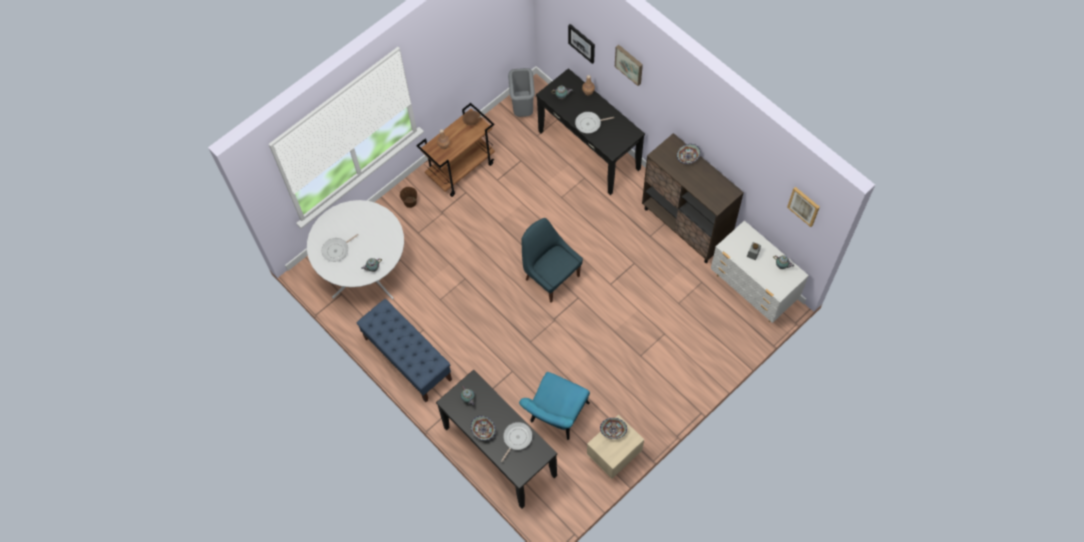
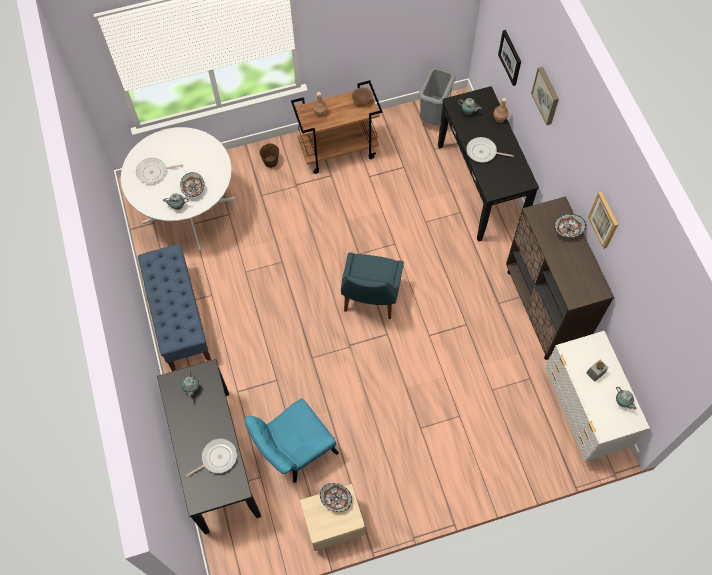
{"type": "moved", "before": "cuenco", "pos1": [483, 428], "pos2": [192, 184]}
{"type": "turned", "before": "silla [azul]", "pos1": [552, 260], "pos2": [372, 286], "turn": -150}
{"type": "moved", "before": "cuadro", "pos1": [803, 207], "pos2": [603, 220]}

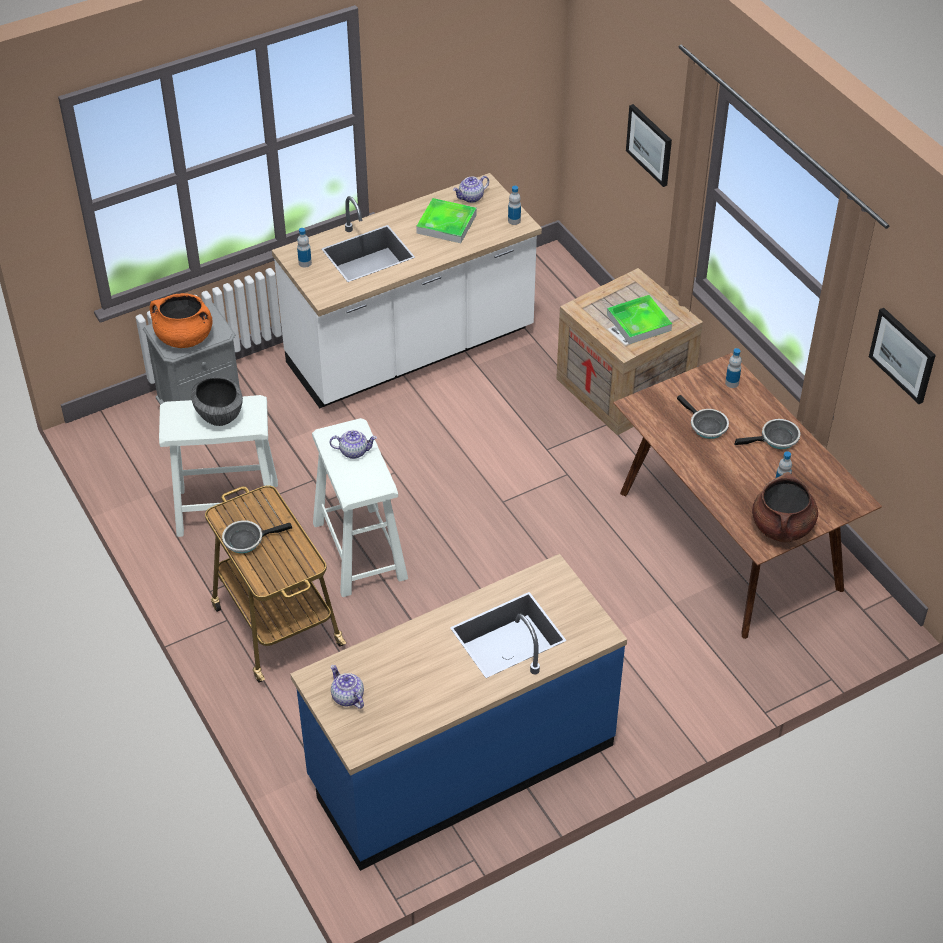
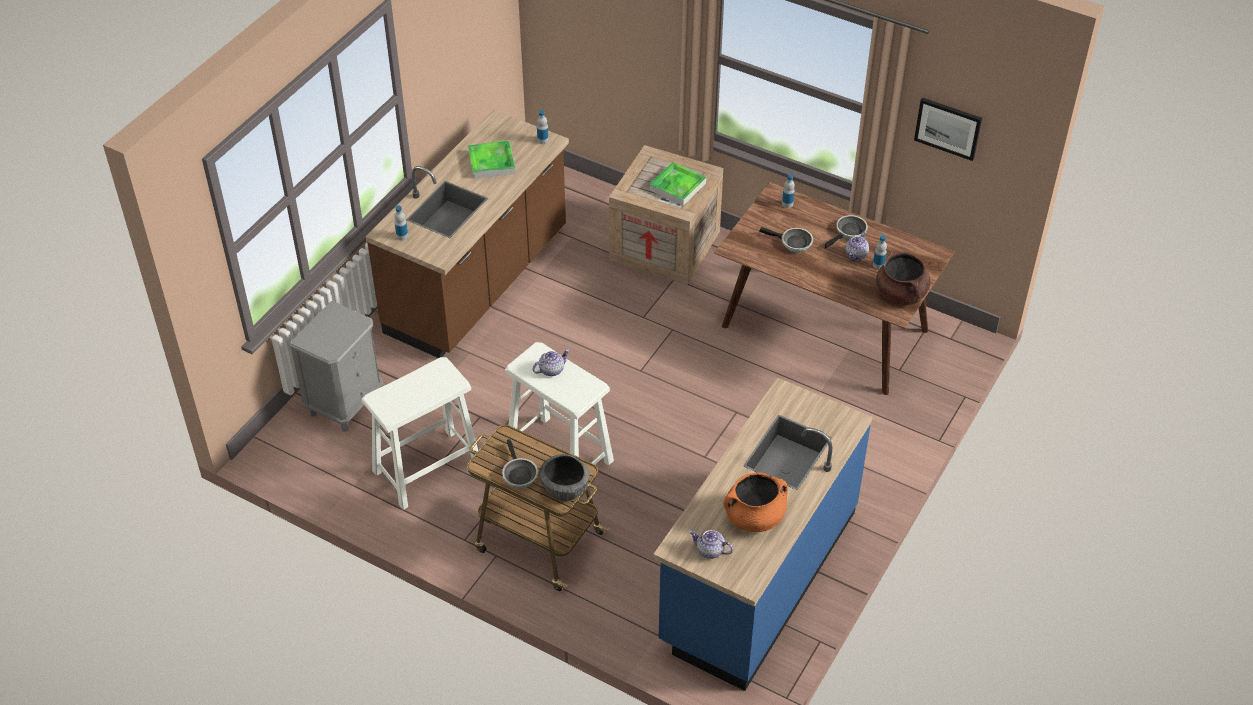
{"type": "recoloured", "before": "mueble bajo de cocina [blanco]", "after": "mueble bajo de cocina [marrón]", "pos1": [407, 290], "pos2": [467, 234]}
{"type": "turned", "before": "sartén", "pos1": [257, 536], "pos2": [520, 463], "turn": -60}
{"type": "moved", "before": "cuenco", "pos1": [217, 401], "pos2": [564, 477]}
{"type": "moved", "before": "olla [naranja]", "pos1": [181, 320], "pos2": [755, 502]}
{"type": "moved", "before": "tetera", "pos1": [471, 189], "pos2": [857, 246]}
{"type": "removed", "before": "cuadro", "pos1": [649, 145]}

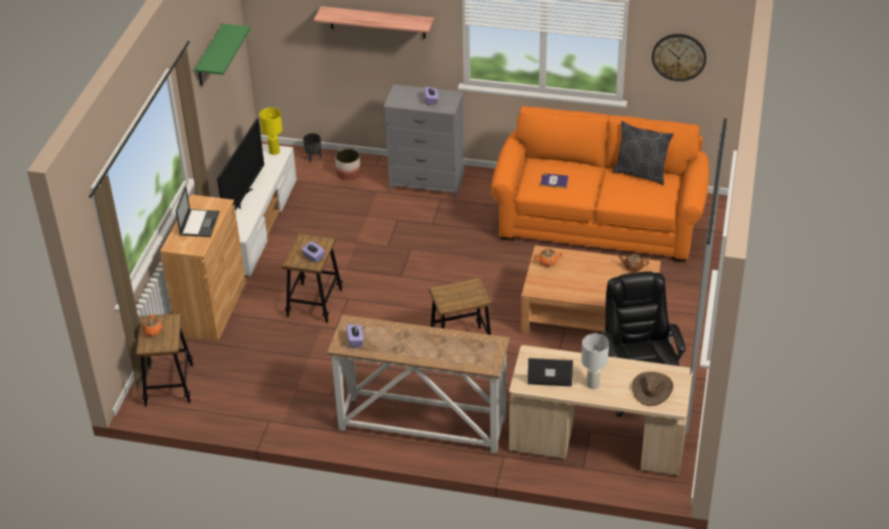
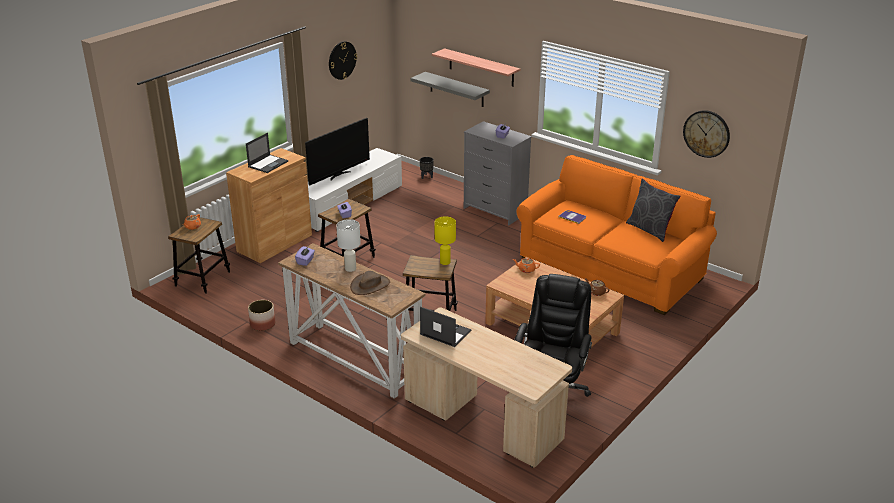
{"type": "moved", "before": "maceta", "pos1": [348, 164], "pos2": [261, 315]}
{"type": "replaced", "before": "estante [verde]", "after": "reloj de pared", "pos1": [222, 55], "pos2": [343, 60]}
{"type": "moved", "before": "lámpara de mesa [blanco]", "pos1": [595, 361], "pos2": [348, 245]}
{"type": "moved", "before": "sombrero [marrón]", "pos1": [652, 389], "pos2": [370, 283]}
{"type": "added", "after": "estante [gris]", "pos2": [450, 89]}
{"type": "moved", "before": "lámpara de mesa [amarillo]", "pos1": [270, 131], "pos2": [445, 240]}

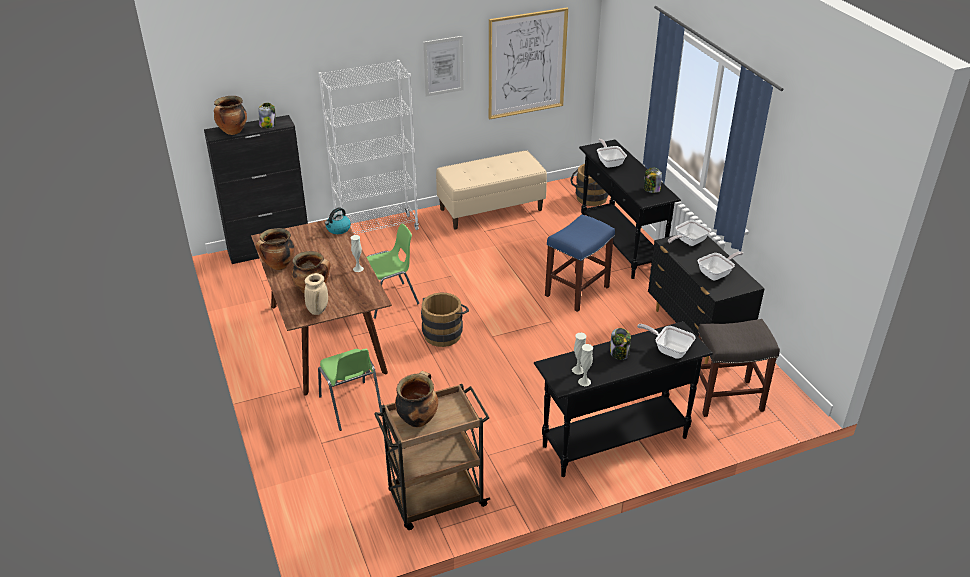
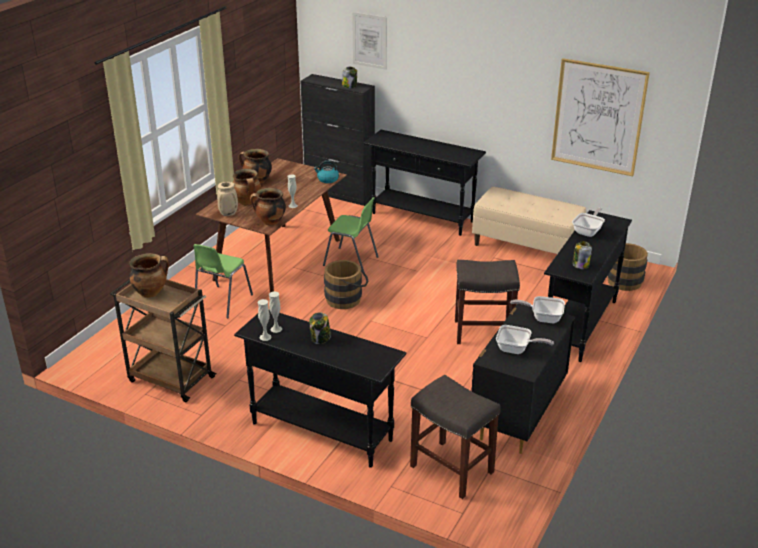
{"type": "moved", "before": "olla", "pos1": [230, 115], "pos2": [268, 207]}
{"type": "moved", "before": "cuadro", "pos1": [443, 66], "pos2": [369, 41]}
{"type": "replaced", "before": "estantería [blanco]", "after": "mesa consola [negro]", "pos1": [369, 147], "pos2": [424, 183]}
{"type": "recoloured", "before": "taburete [azul]", "after": "taburete [gris]", "pos1": [580, 263], "pos2": [487, 302]}
{"type": "removed", "before": "sartén", "pos1": [666, 341]}

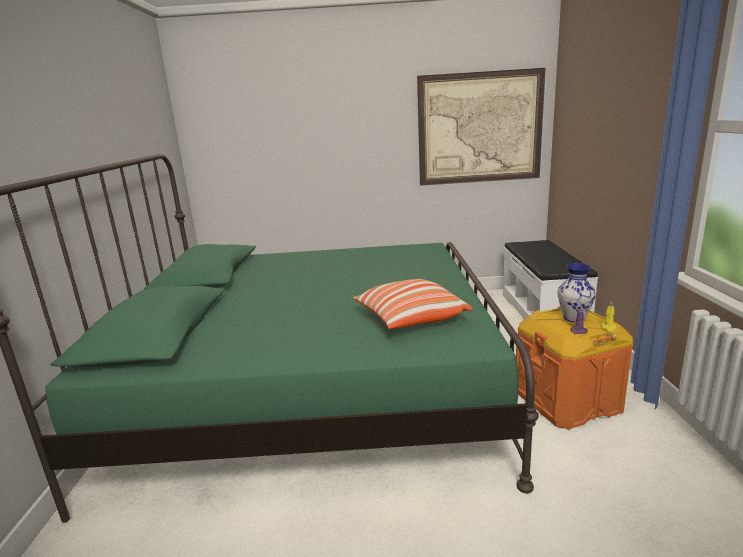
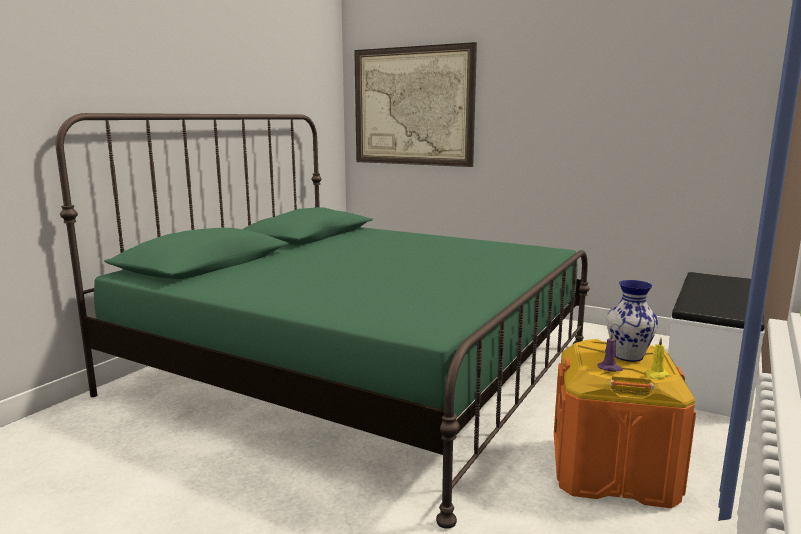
{"type": "moved", "before": "cuadro", "pos1": [481, 127], "pos2": [415, 104]}
{"type": "removed", "before": "cojín", "pos1": [413, 304]}

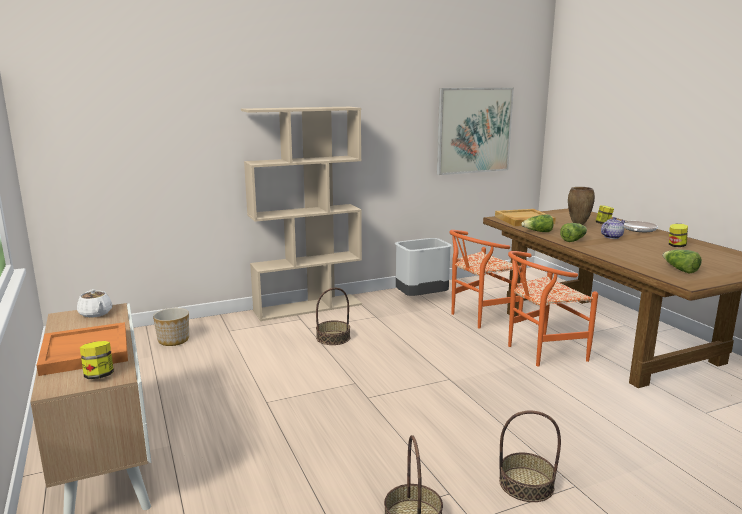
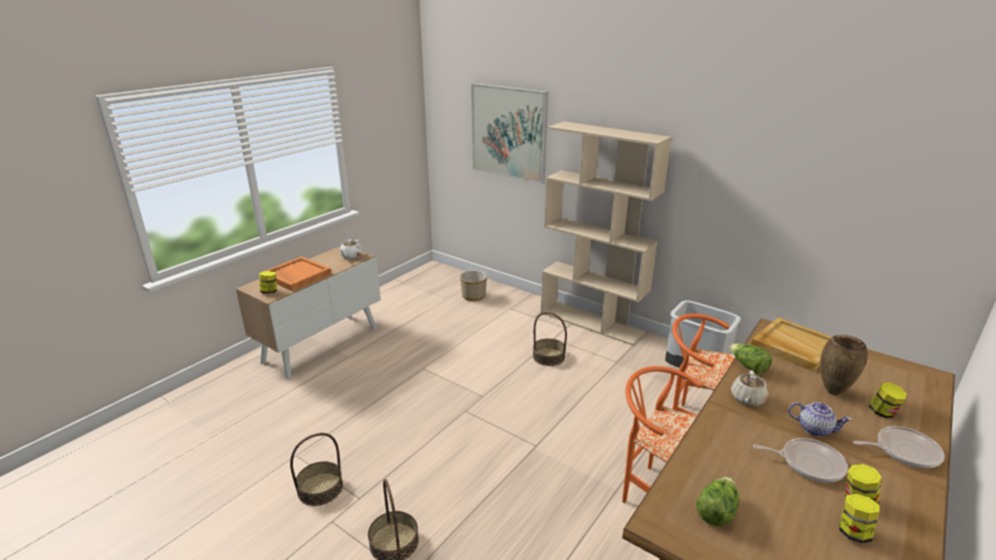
{"type": "moved", "before": "cuadro", "pos1": [475, 131], "pos2": [509, 133]}
{"type": "replaced", "before": "lechuga", "after": "tetera [beis]", "pos1": [573, 232], "pos2": [749, 388]}
{"type": "added", "after": "sartén", "pos2": [800, 460]}
{"type": "added", "after": "tarro", "pos2": [859, 518]}

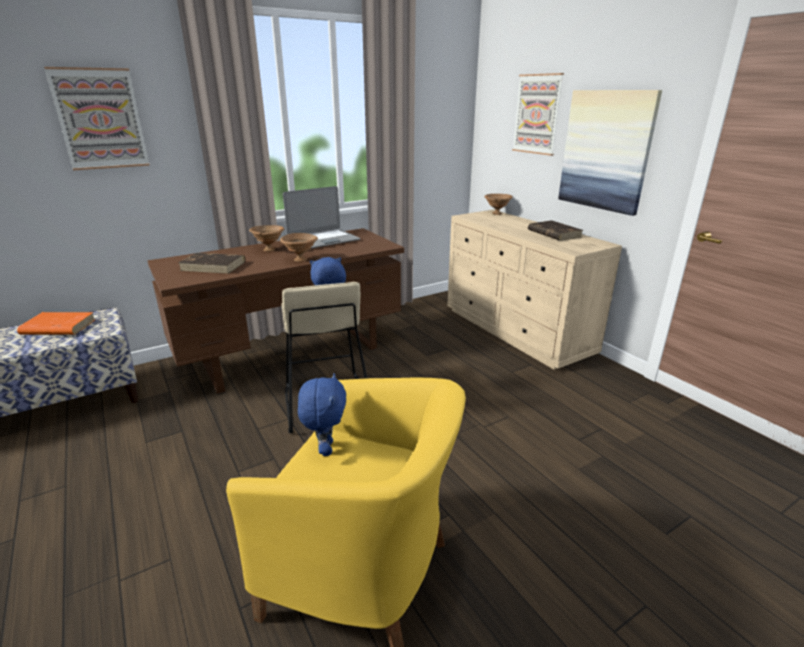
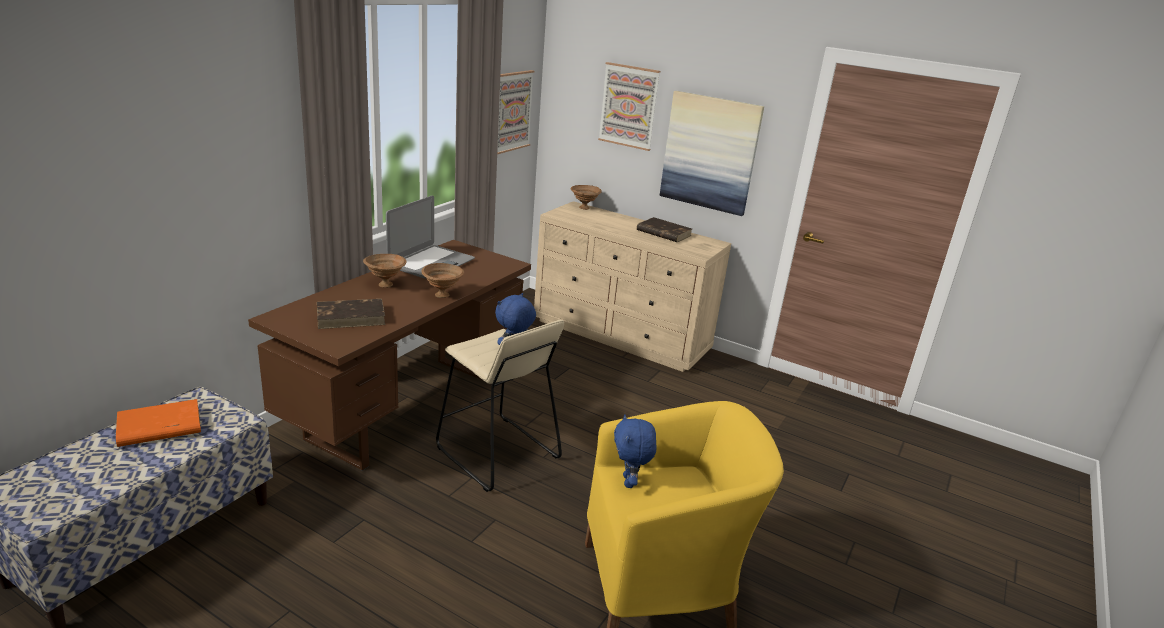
{"type": "moved", "before": "cuadro", "pos1": [97, 118], "pos2": [516, 112]}
{"type": "turned", "before": "peluche [azul]", "pos1": [322, 414], "pos2": [635, 451], "turn": -150}

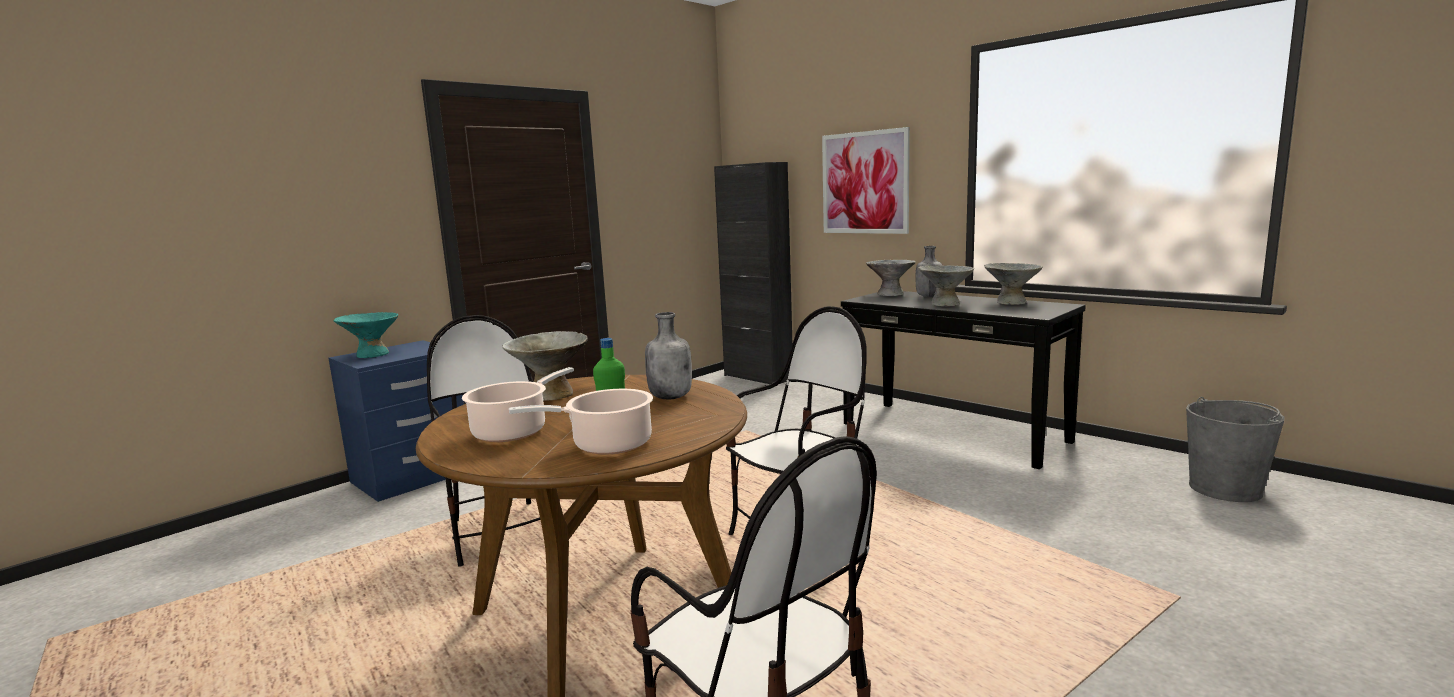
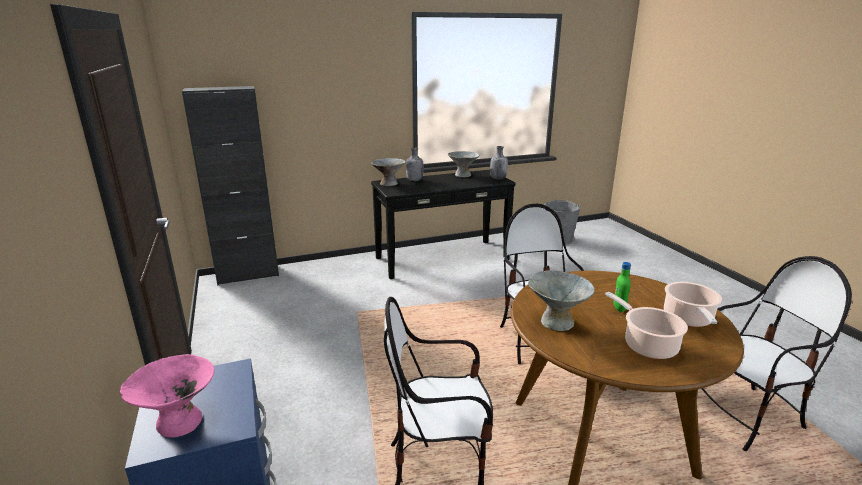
{"type": "recoloured", "before": "cuenco [turquesa]", "after": "cuenco [rosa]", "pos1": [366, 335], "pos2": [167, 396]}
{"type": "moved", "before": "botella [gris]", "pos1": [668, 356], "pos2": [499, 163]}
{"type": "removed", "before": "cuadro", "pos1": [866, 180]}
{"type": "removed", "before": "cuenco [gris]", "pos1": [946, 285]}

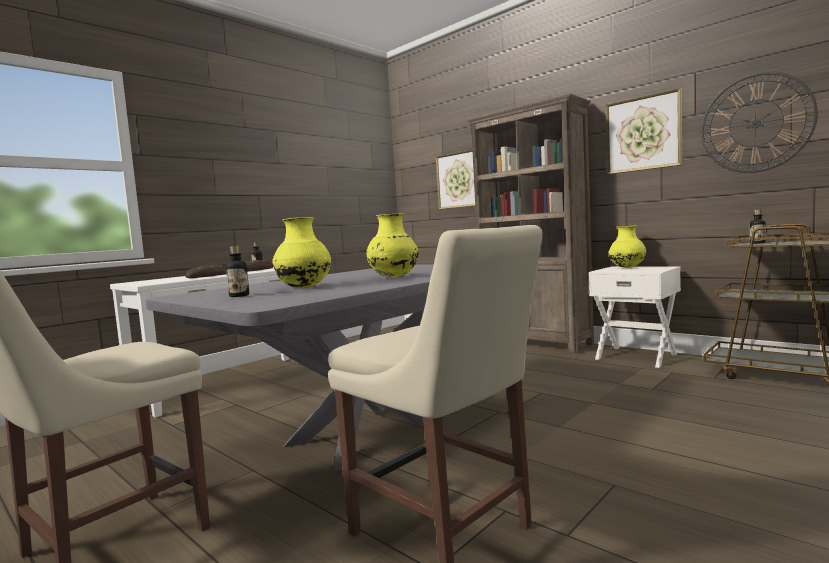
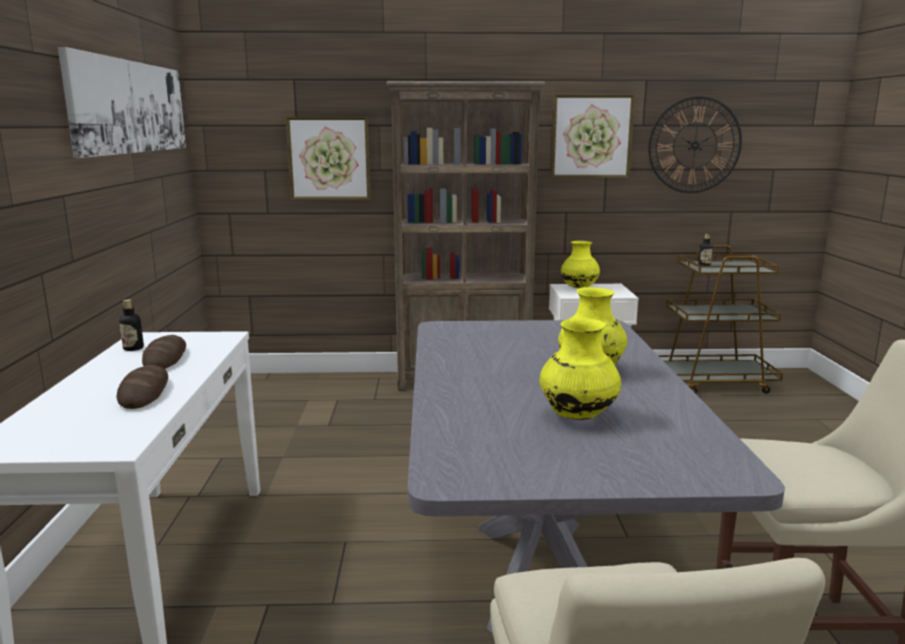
{"type": "added", "after": "cuadro", "pos2": [122, 102]}
{"type": "removed", "before": "botella", "pos1": [237, 271]}

